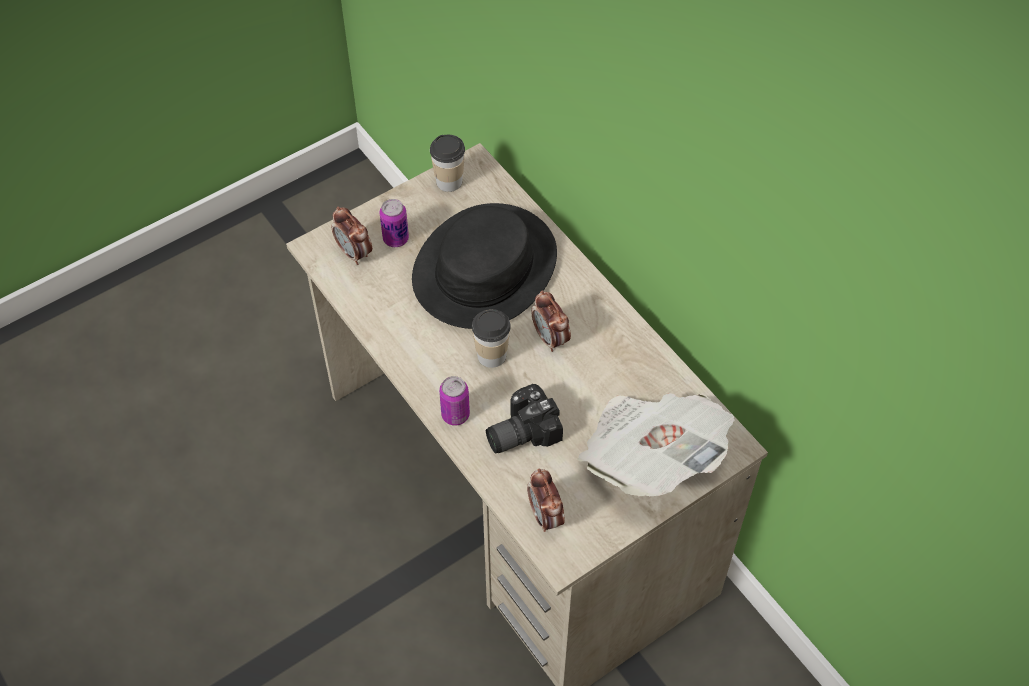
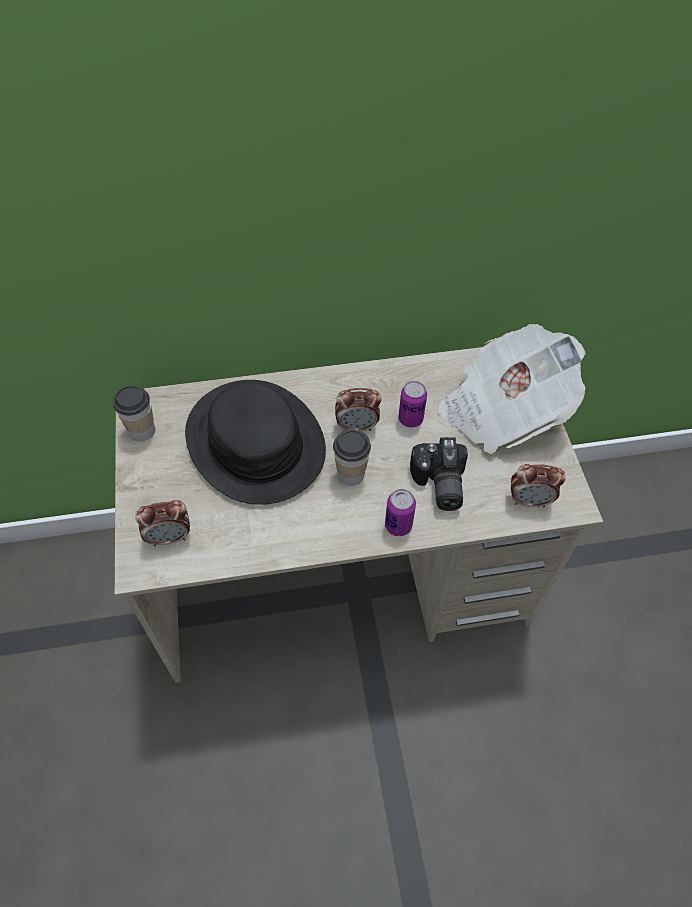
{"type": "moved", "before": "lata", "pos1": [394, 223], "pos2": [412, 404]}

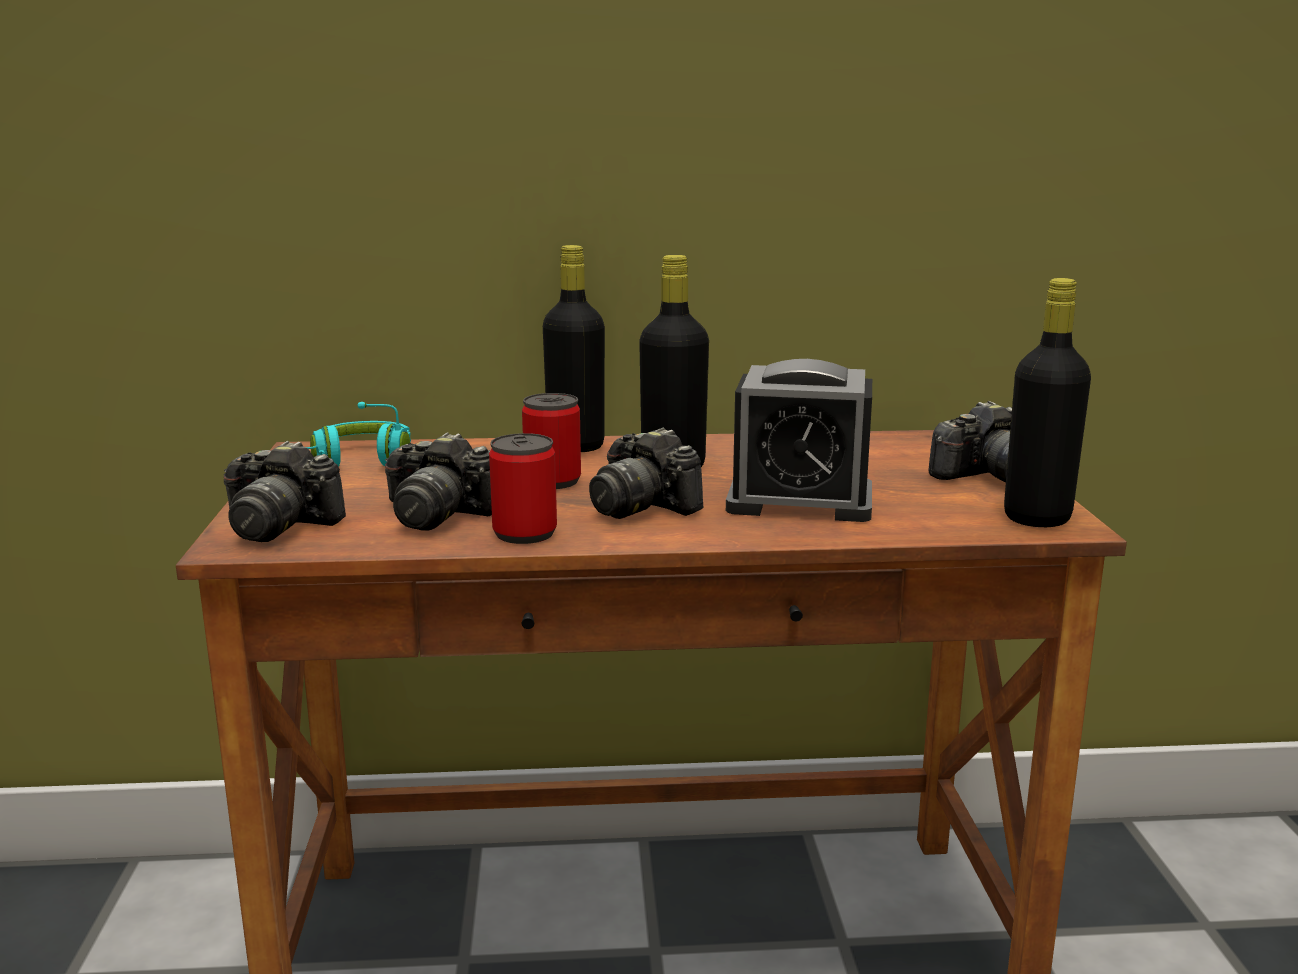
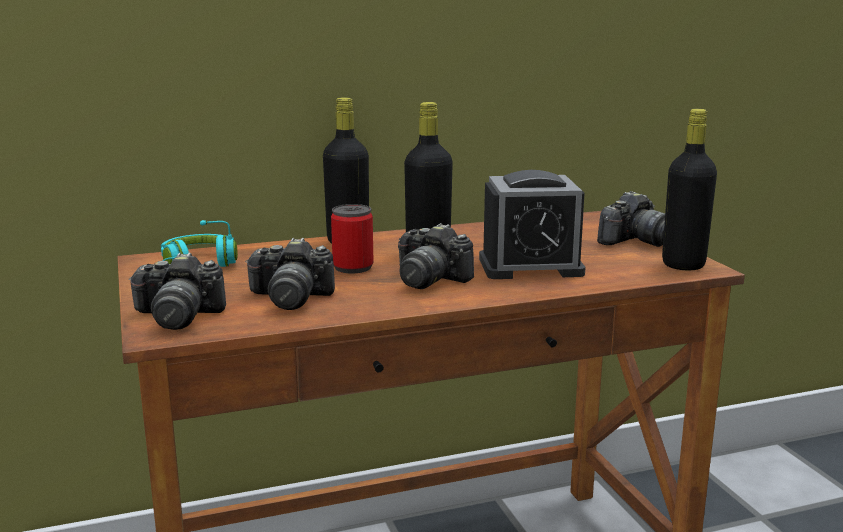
{"type": "removed", "before": "lata", "pos1": [523, 488]}

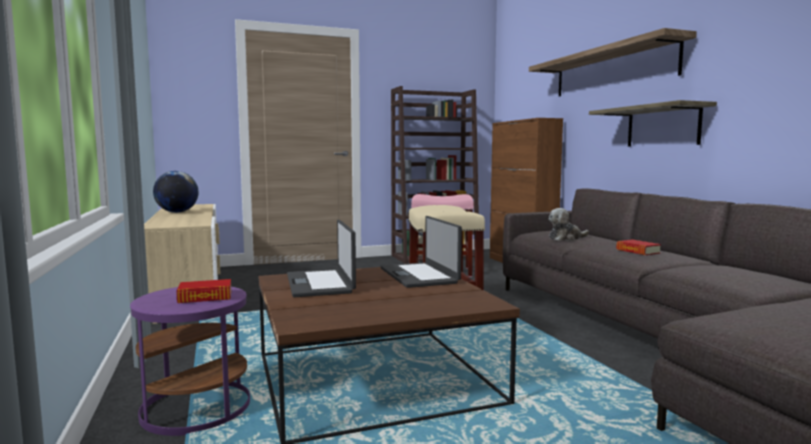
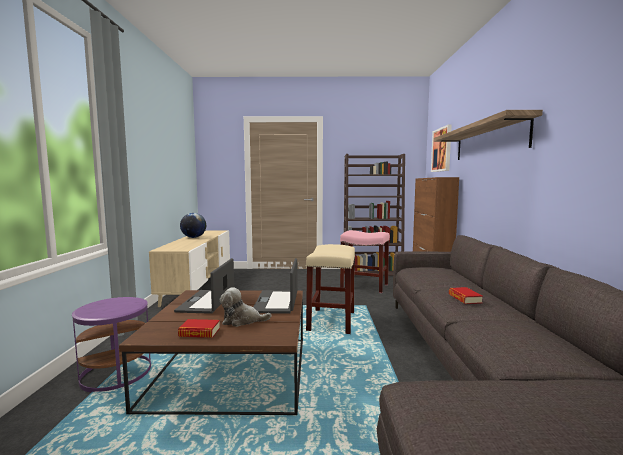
{"type": "moved", "before": "libro", "pos1": [204, 291], "pos2": [199, 328]}
{"type": "moved", "before": "peluche", "pos1": [569, 224], "pos2": [246, 307]}
{"type": "added", "after": "cuadro", "pos2": [441, 148]}
{"type": "removed", "before": "estante", "pos1": [653, 123]}

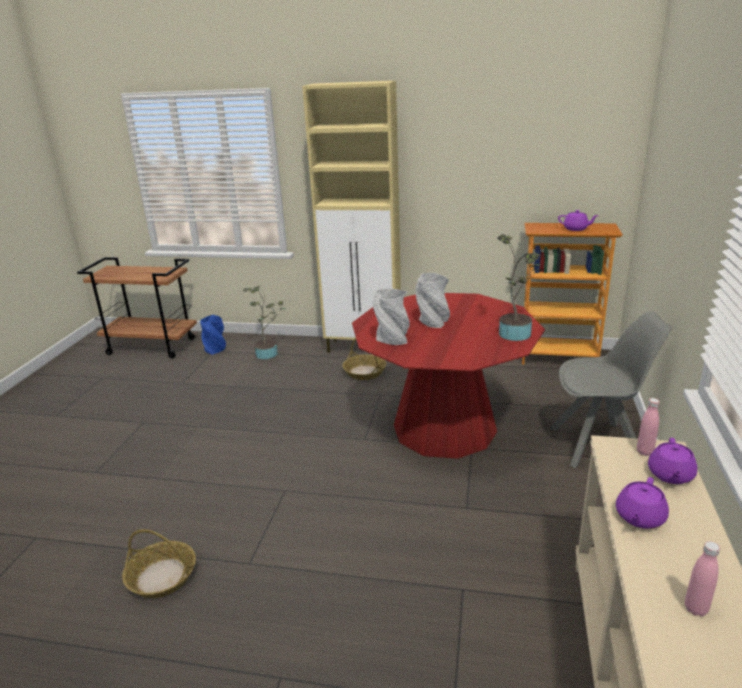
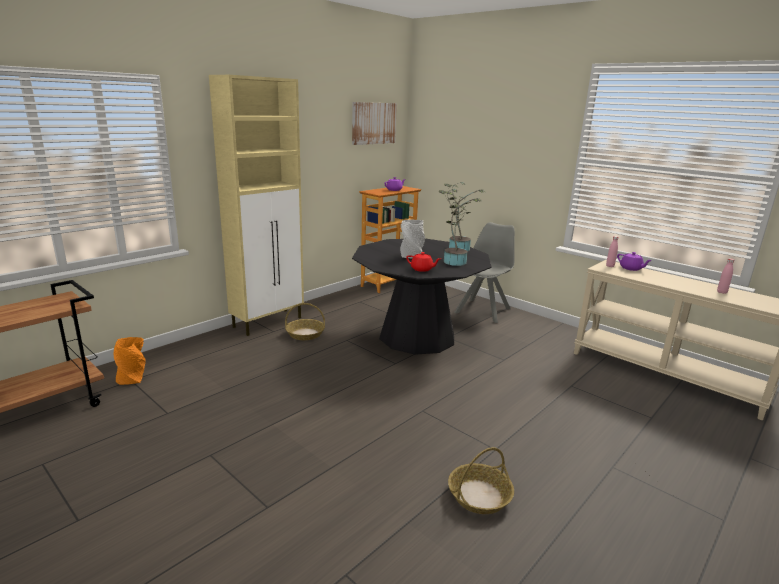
{"type": "recoloured", "before": "florero [azul]", "after": "florero [naranja]", "pos1": [213, 335], "pos2": [130, 361]}
{"type": "added", "after": "cuadro", "pos2": [374, 123]}
{"type": "recoloured", "before": "mesa de comedor [rojo]", "after": "mesa de comedor [negro]", "pos1": [448, 376], "pos2": [422, 296]}
{"type": "replaced", "before": "florero [gris]", "after": "tetera [rojo]", "pos1": [391, 316], "pos2": [423, 262]}
{"type": "moved", "before": "planta en maceta", "pos1": [264, 322], "pos2": [460, 227]}
{"type": "removed", "before": "tetera [morado]", "pos1": [642, 503]}

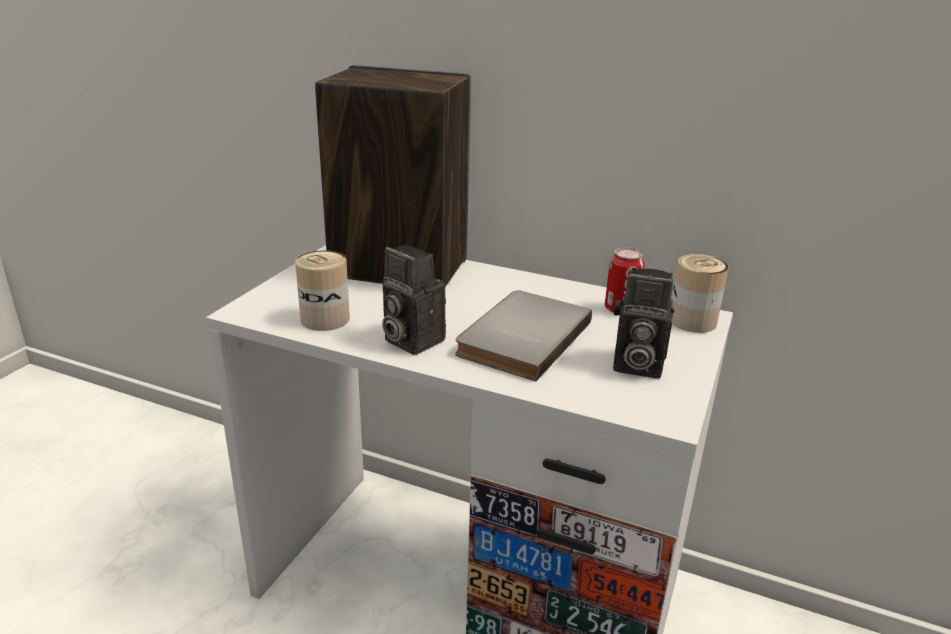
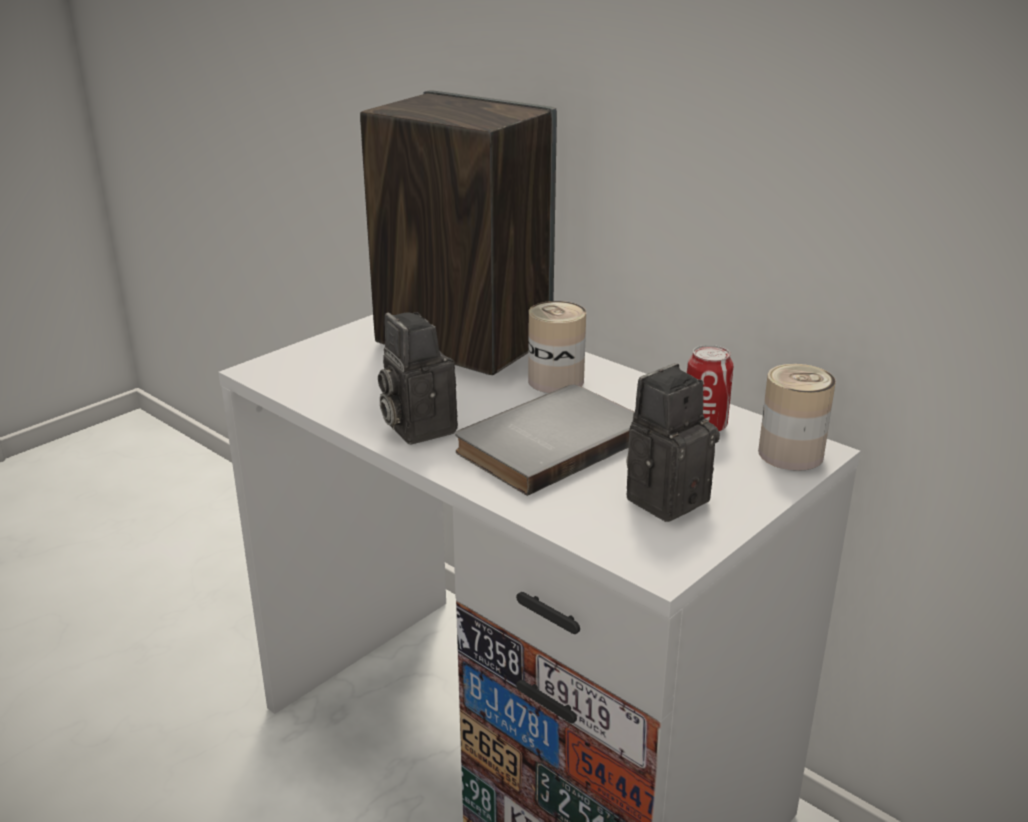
{"type": "moved", "before": "lata", "pos1": [322, 290], "pos2": [557, 347]}
{"type": "turned", "before": "cámara", "pos1": [643, 323], "pos2": [673, 442], "turn": 105}

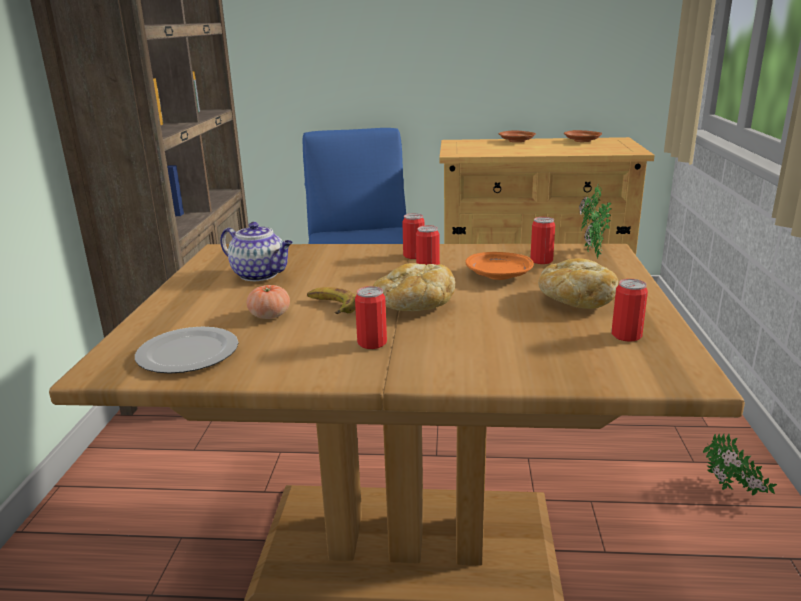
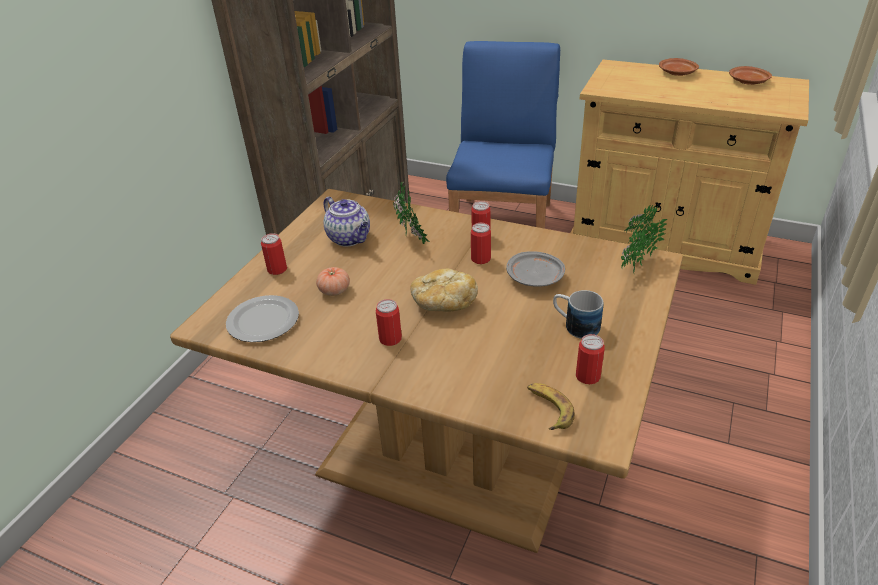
{"type": "moved", "before": "lata", "pos1": [542, 240], "pos2": [274, 254]}
{"type": "moved", "before": "planta en maceta", "pos1": [740, 464], "pos2": [411, 212]}
{"type": "recoloured", "before": "plato [naranja]", "after": "plato [gris]", "pos1": [499, 266], "pos2": [535, 269]}
{"type": "moved", "before": "plátano", "pos1": [331, 300], "pos2": [551, 406]}
{"type": "replaced", "before": "pan", "after": "taza grande", "pos1": [578, 283], "pos2": [578, 314]}

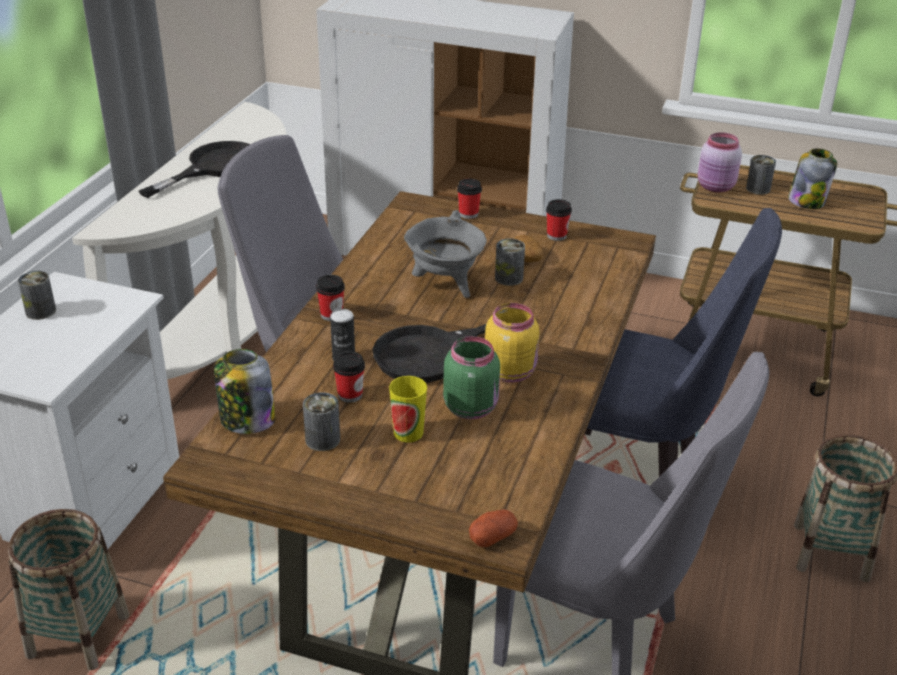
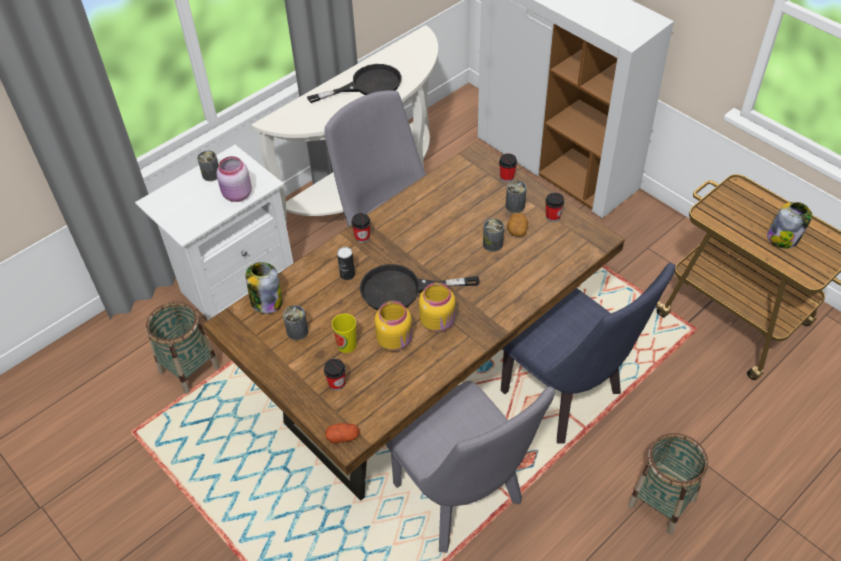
{"type": "moved", "before": "tarro [rosa]", "pos1": [720, 162], "pos2": [234, 179]}
{"type": "moved", "before": "taza", "pos1": [349, 377], "pos2": [335, 375]}
{"type": "recoloured", "before": "tarro [verde]", "after": "tarro [amarillo]", "pos1": [471, 377], "pos2": [393, 326]}
{"type": "moved", "before": "lata", "pos1": [761, 175], "pos2": [516, 197]}
{"type": "removed", "before": "olla [gris]", "pos1": [445, 254]}

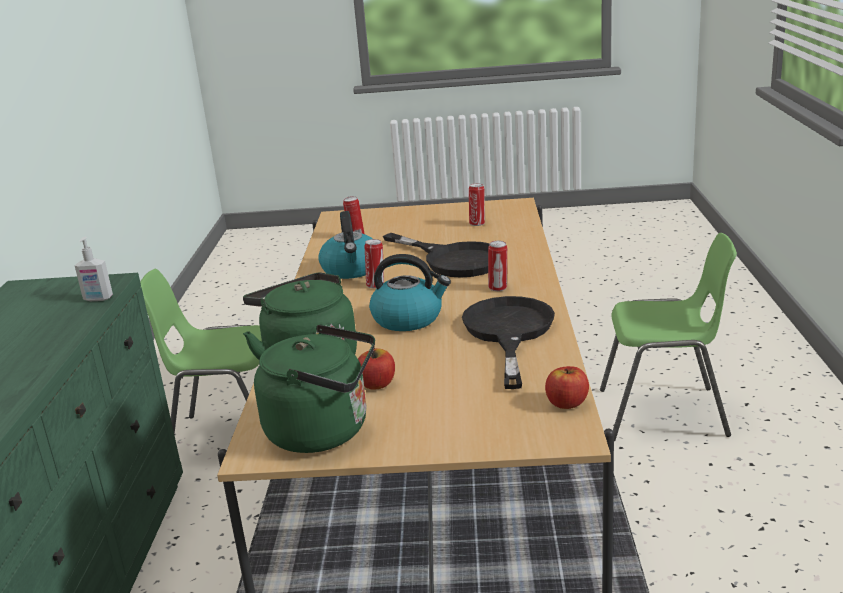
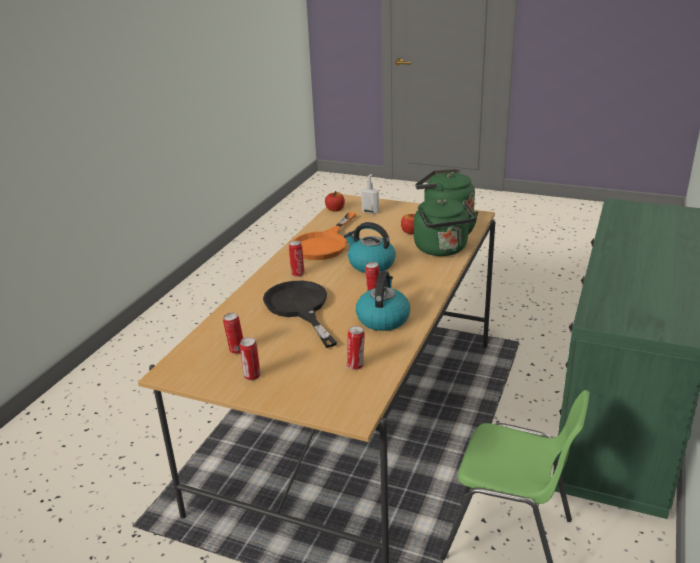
{"type": "added", "after": "lata", "pos2": [250, 358]}
{"type": "recoloured", "before": "sartén [negro]", "after": "sartén [naranja]", "pos1": [508, 342], "pos2": [324, 236]}
{"type": "moved", "before": "dispensador de jabón", "pos1": [94, 269], "pos2": [370, 194]}
{"type": "removed", "before": "silla [verde]", "pos1": [668, 337]}

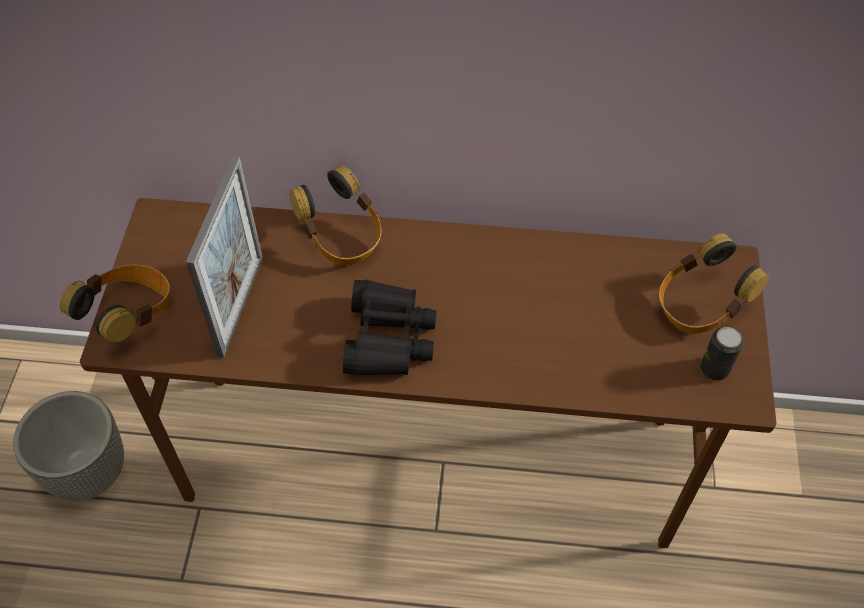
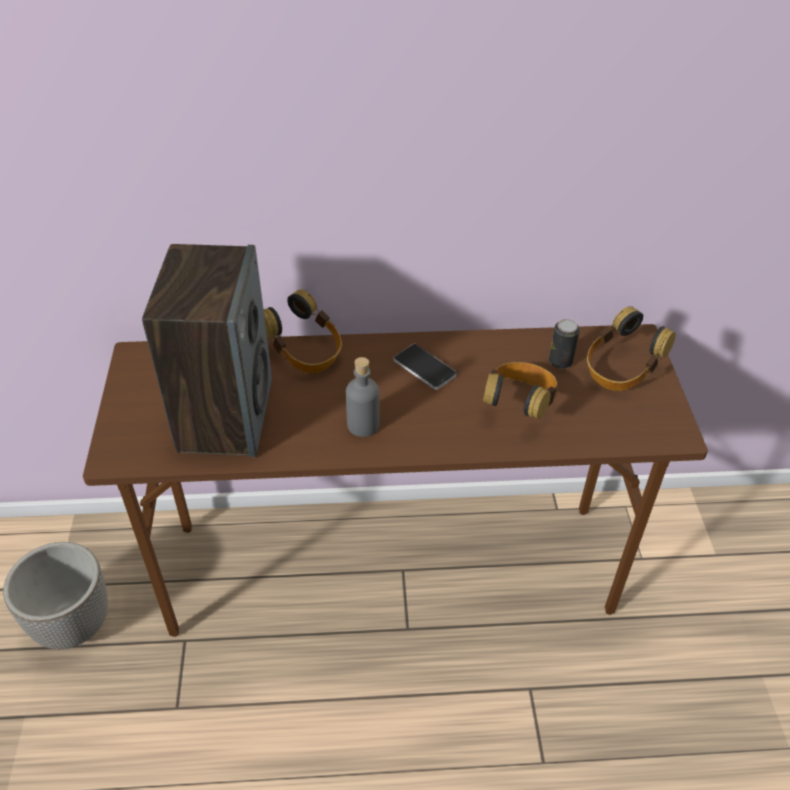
{"type": "replaced", "before": "portarretratos", "after": "altavoz", "pos1": [224, 257], "pos2": [207, 350]}
{"type": "replaced", "before": "prismáticos [negro]", "after": "botella [gris]", "pos1": [390, 328], "pos2": [363, 397]}
{"type": "added", "after": "móvil", "pos2": [425, 367]}
{"type": "moved", "before": "auriculares", "pos1": [115, 303], "pos2": [520, 390]}
{"type": "moved", "before": "lata", "pos1": [722, 353], "pos2": [564, 344]}

